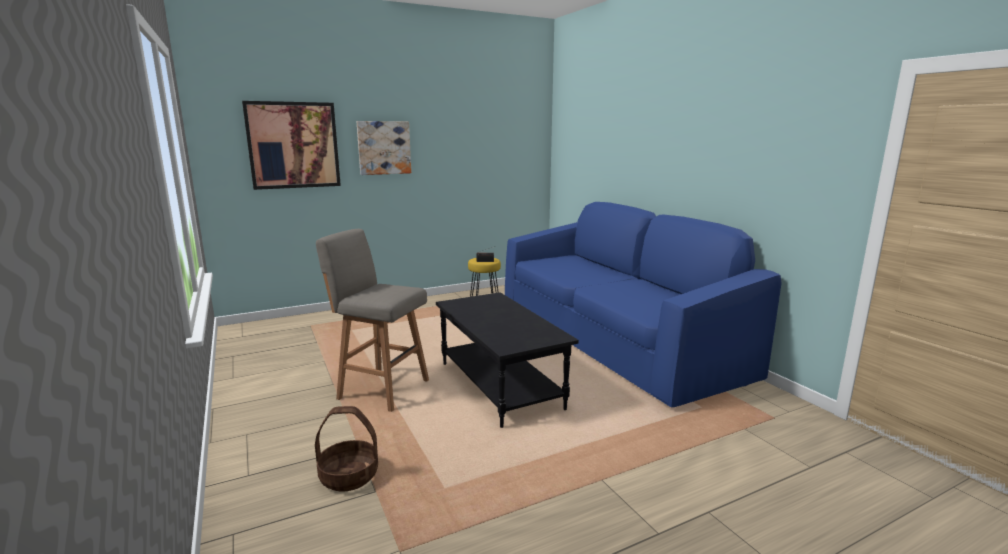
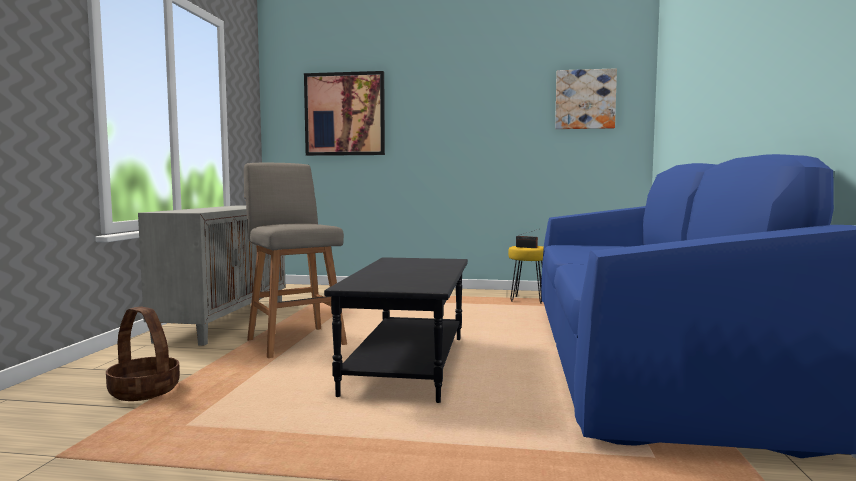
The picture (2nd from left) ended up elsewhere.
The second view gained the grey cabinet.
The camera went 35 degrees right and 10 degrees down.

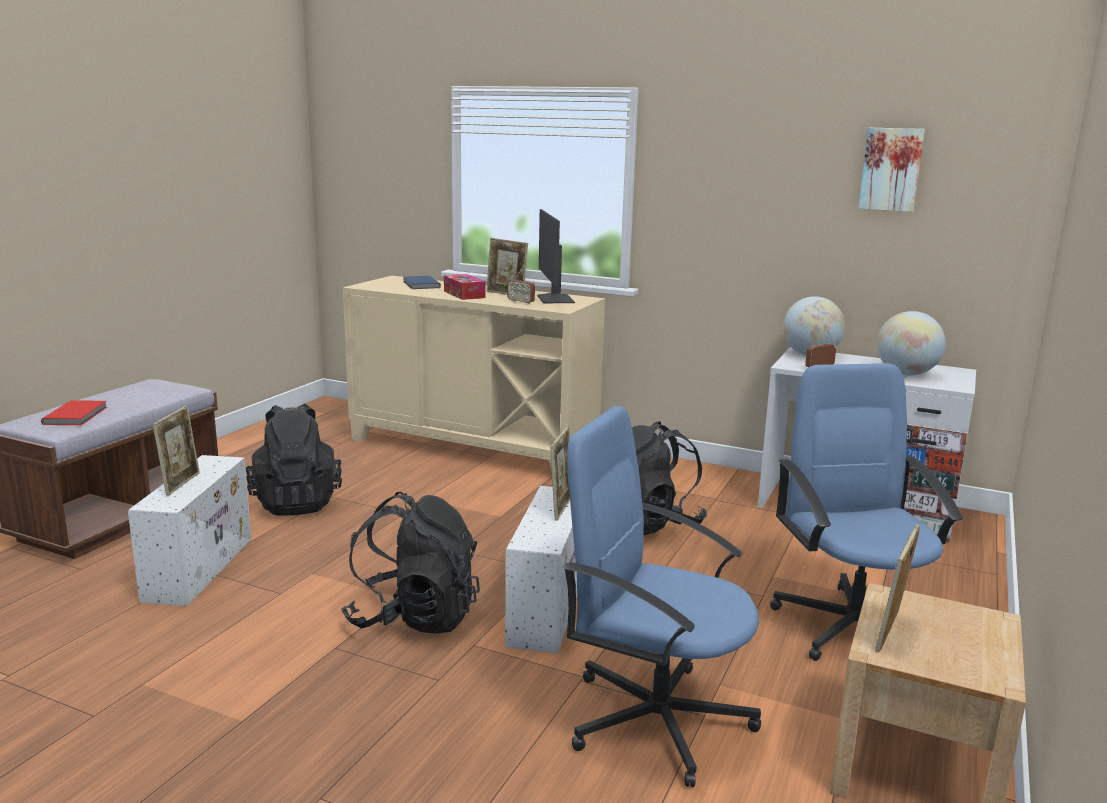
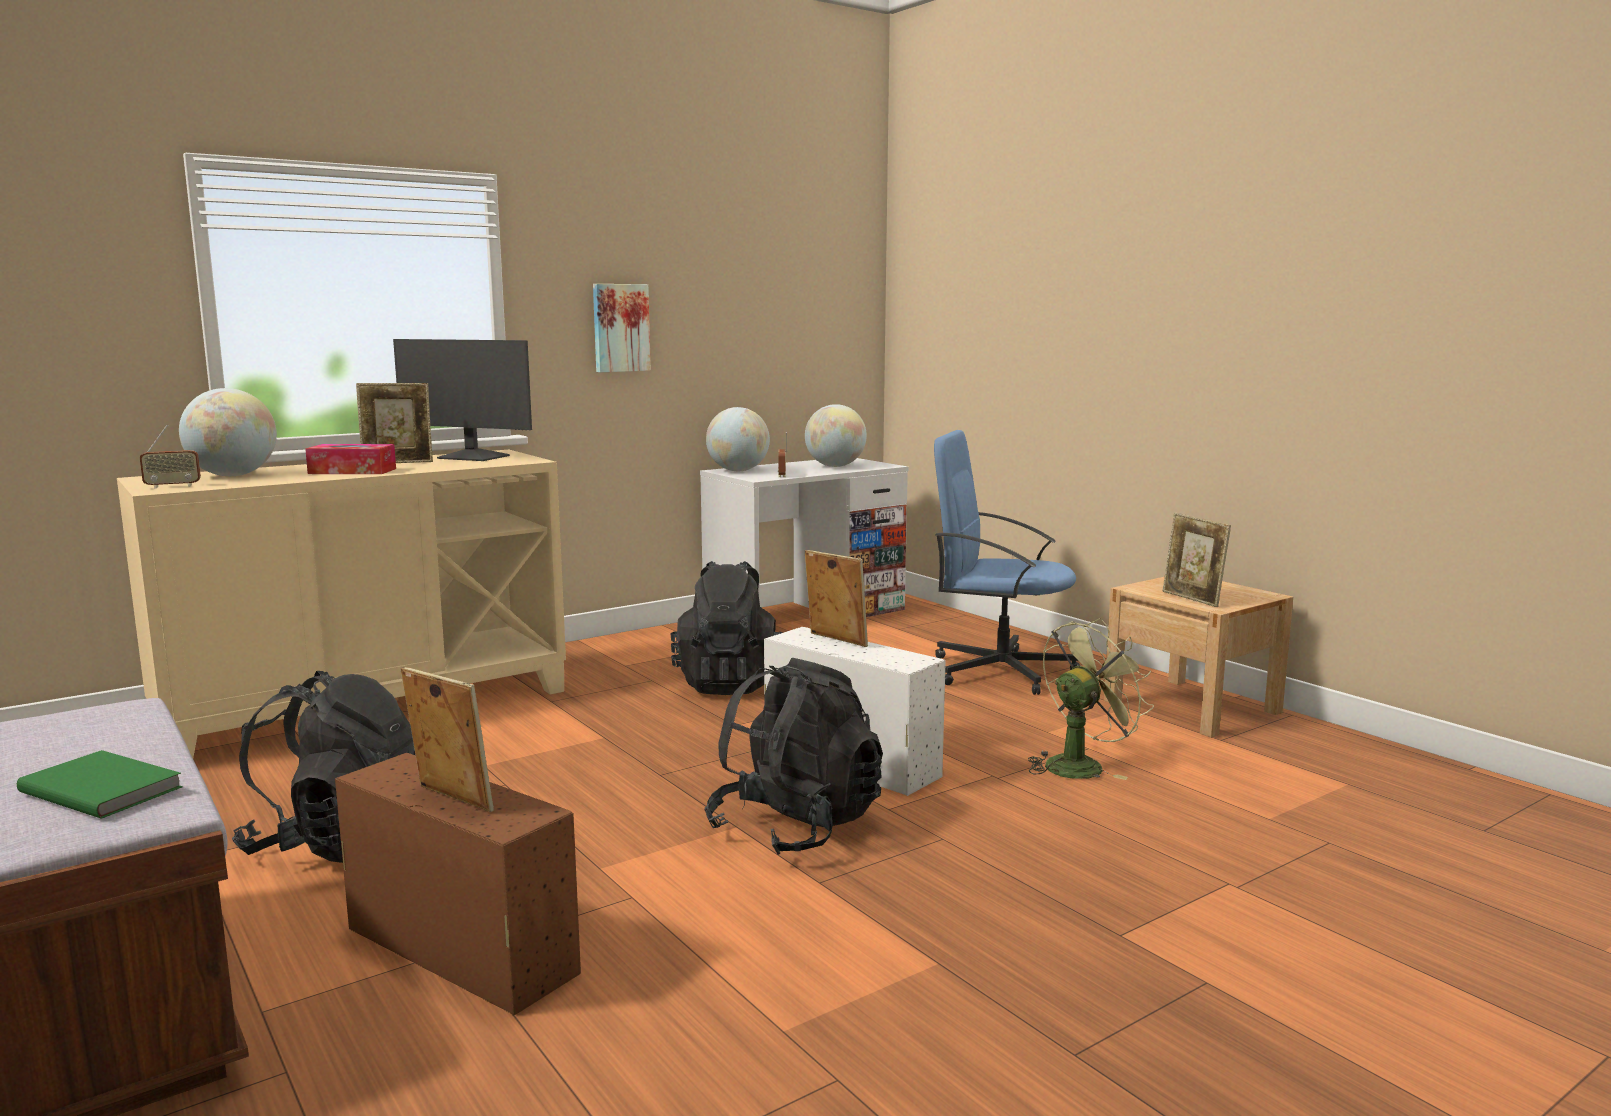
The picture ended up elsewhere.
The radio (1st from left) ended up elsewhere.
Where the blue book stood, the globe (1st from left) came to stand.
What was the red book turned into the green book.
Where the blue office chair (1st from left) stood, the green fan came to stand.
What was the white storage box (1st from left) turned into the brown storage box.
The camera went 60 degrees left and 5 degrees down.

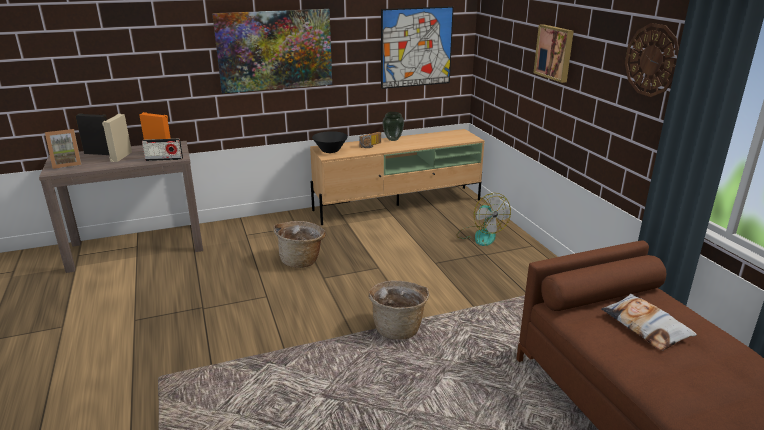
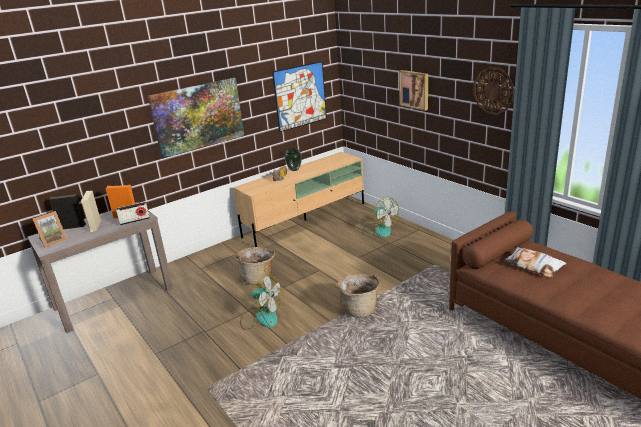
The second view lost the black bowl.
The second view gained the fan (1st from left).
The camera went 15 degrees left and 0 degrees up.

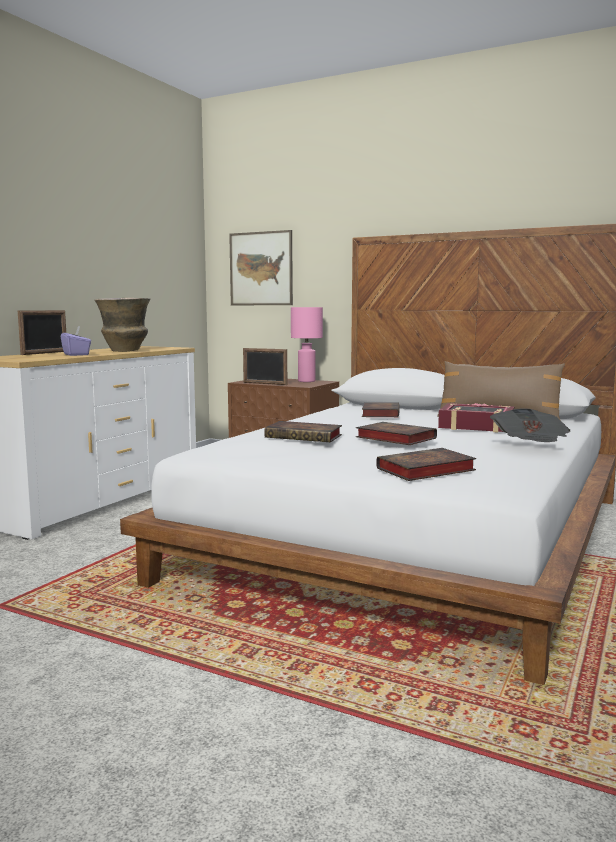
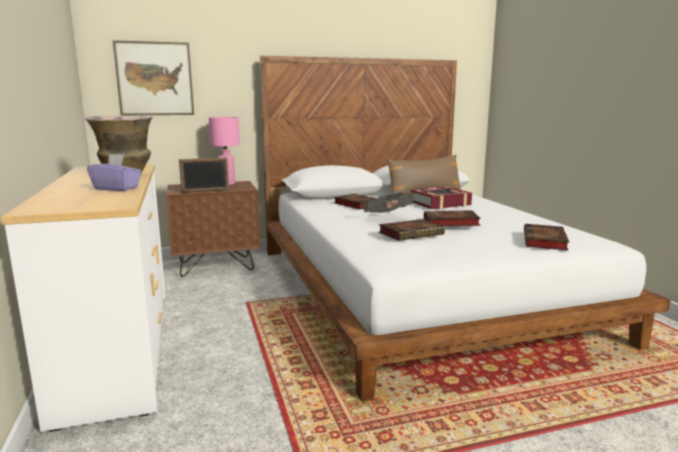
The second view lost the picture frame (1st from left).
The newspaper ended up elsewhere.
The camera went 45 degrees left and 5 degrees up.

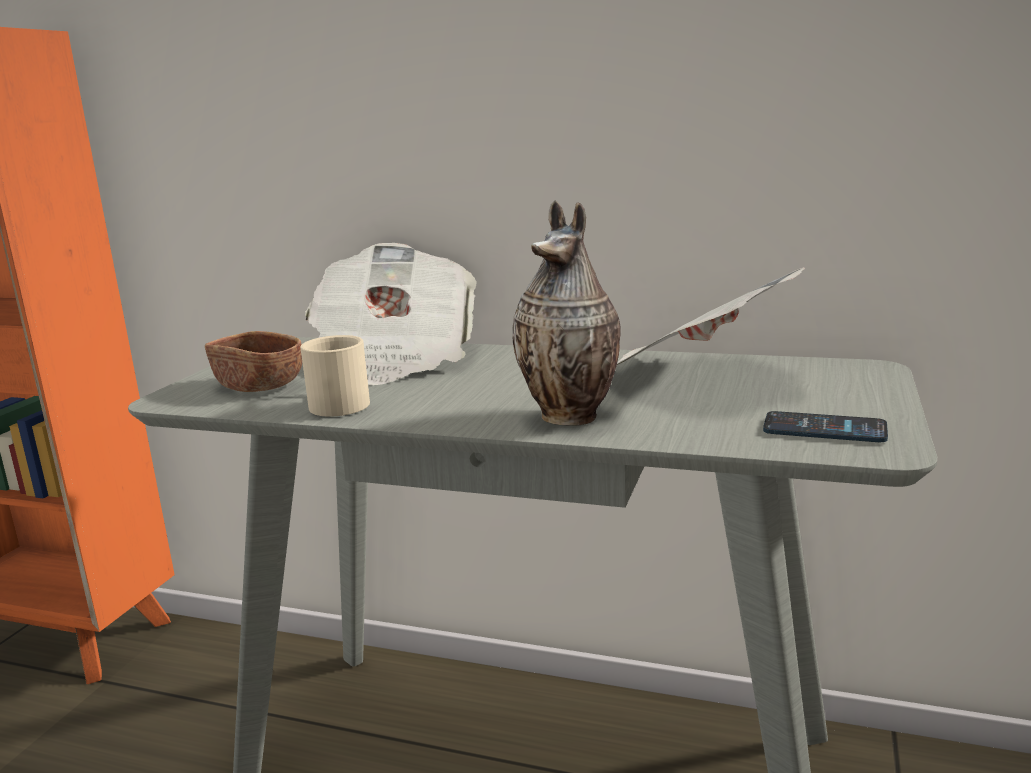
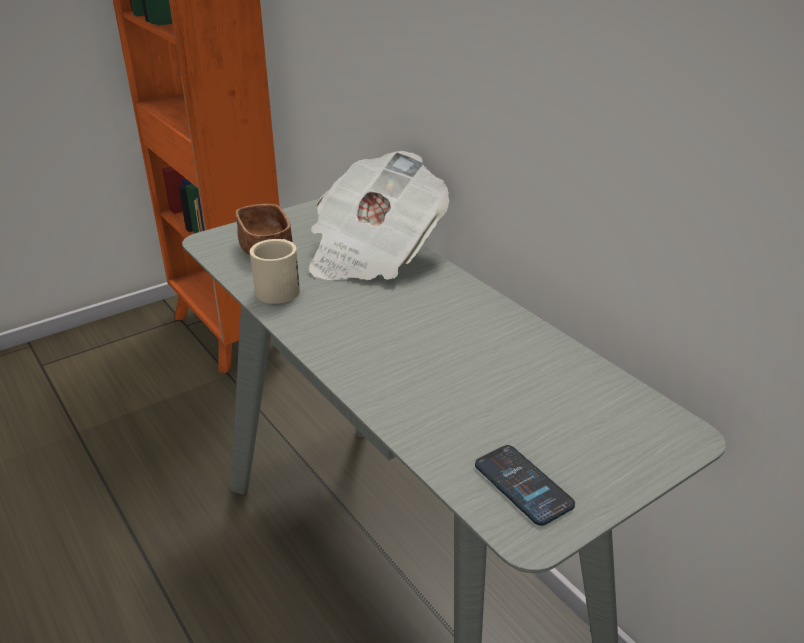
The second view lost the vase.
The second view lost the newspaper (2nd from left).
The camera went 35 degrees right and 15 degrees up.

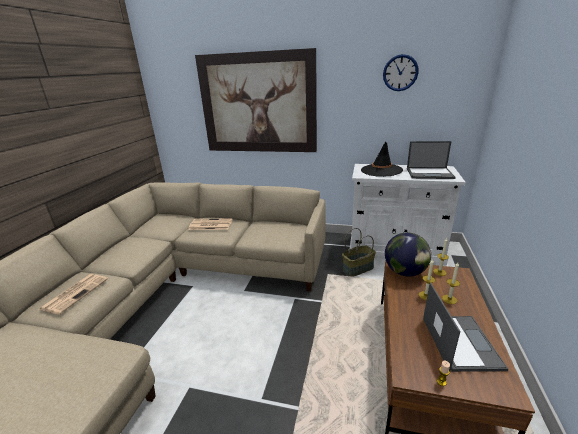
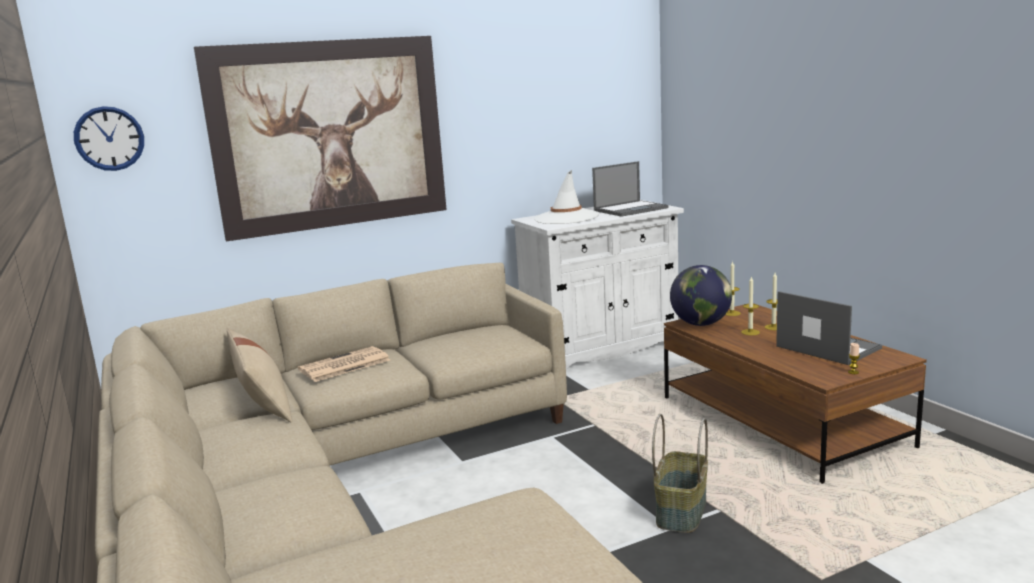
The wall clock ended up elsewhere.
What was the black hat turned into the white hat.
The basket ended up elsewhere.
The second view lost the newspaper (1st from left).
The second view gained the beige pillow.
The camera went 40 degrees left and 10 degrees down.

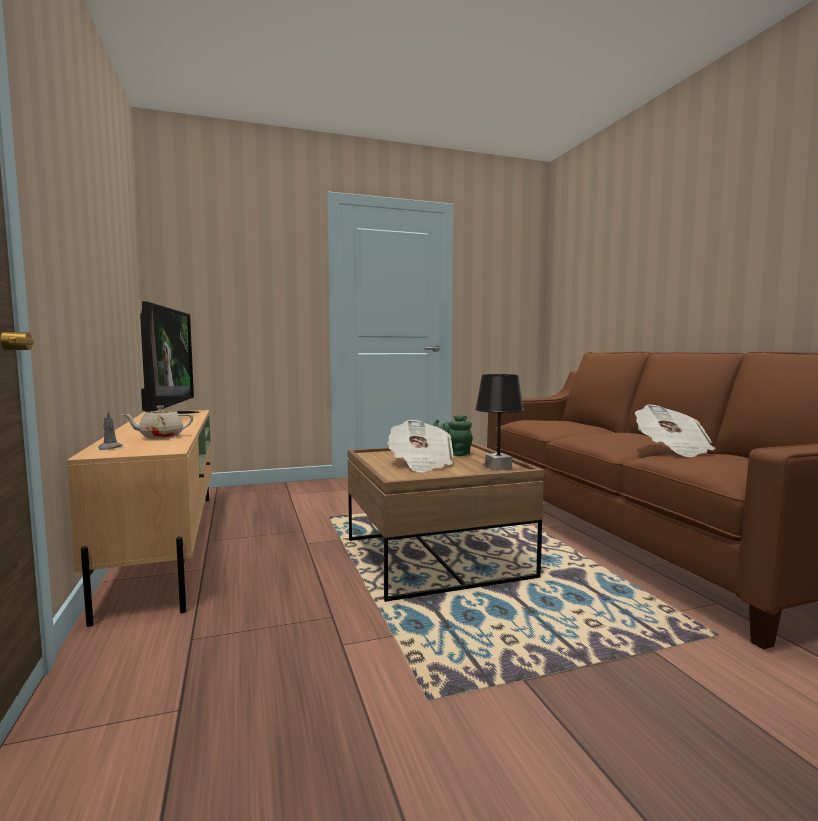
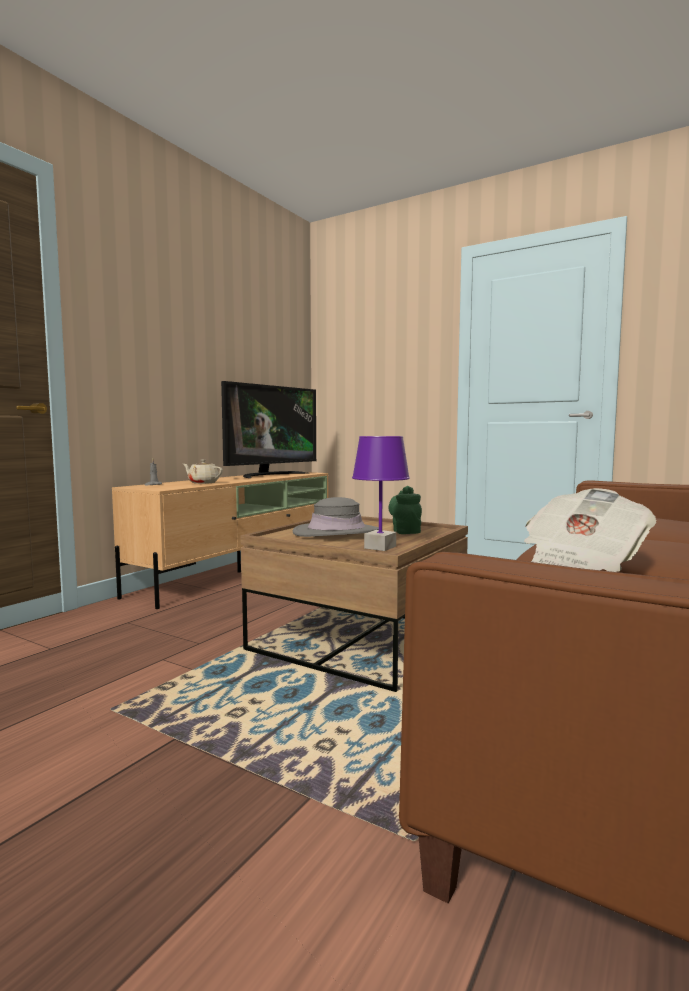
What was the black table lamp turned into the purple table lamp.
Where the newspaper (1st from left) stood, the grey hat came to stand.
The camera went 50 degrees right and 0 degrees up.

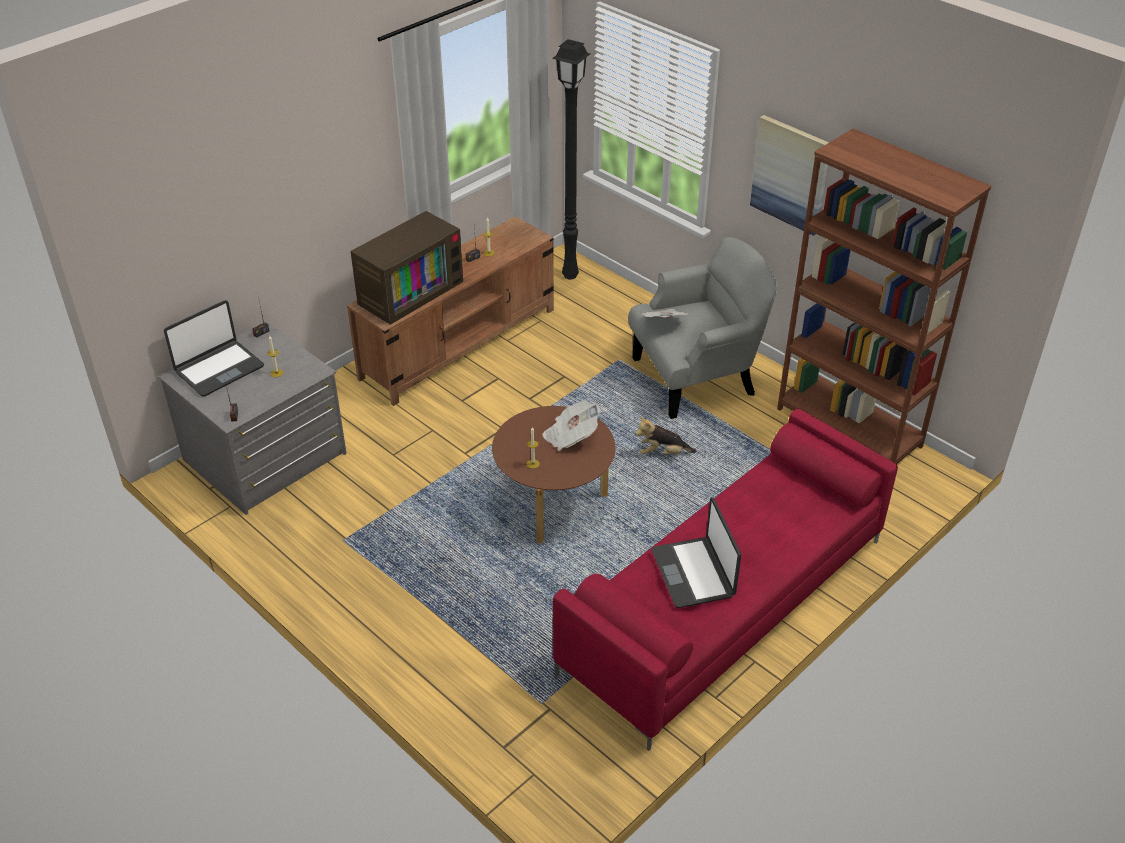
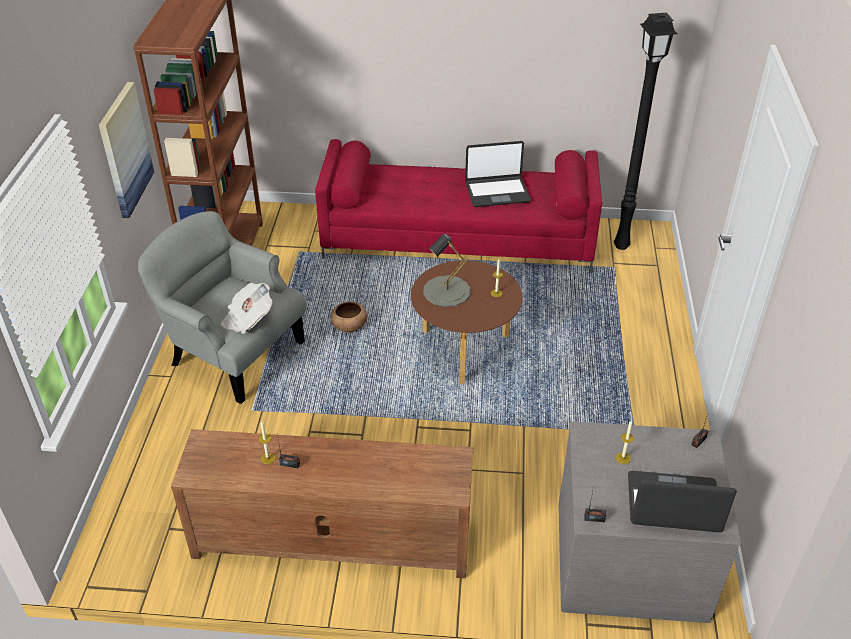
The black floor lamp ended up elsewhere.
The second view lost the television.
Where the newspaper (1st from left) stood, the grey table lamp came to stand.
Where the plush toy stood, the brown bowl came to stand.
The laptop (2nd from left in the first image) ended up facing another way, 45 degrees clockwise from before.
The camera went 130 degrees left and 0 degrees up.

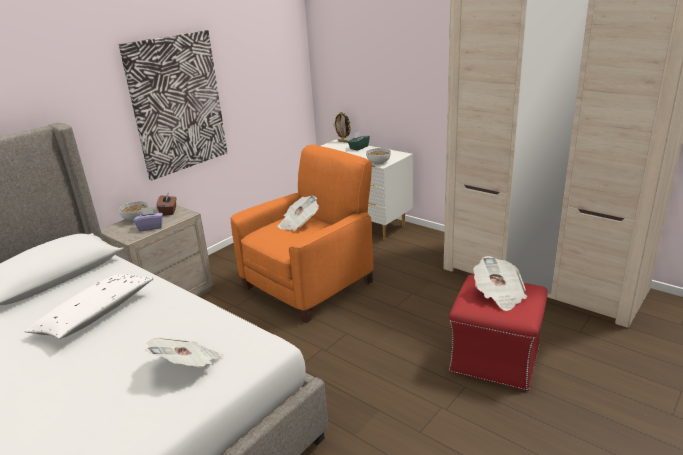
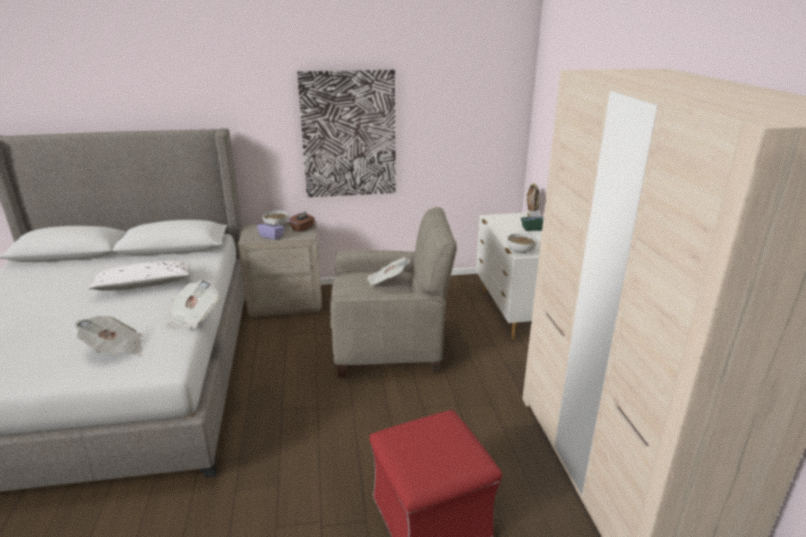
What was the orange armchair turned into the beige armchair.
The newspaper (3rd from left in the first image) ended up elsewhere.
The camera went 40 degrees right and 0 degrees up.

